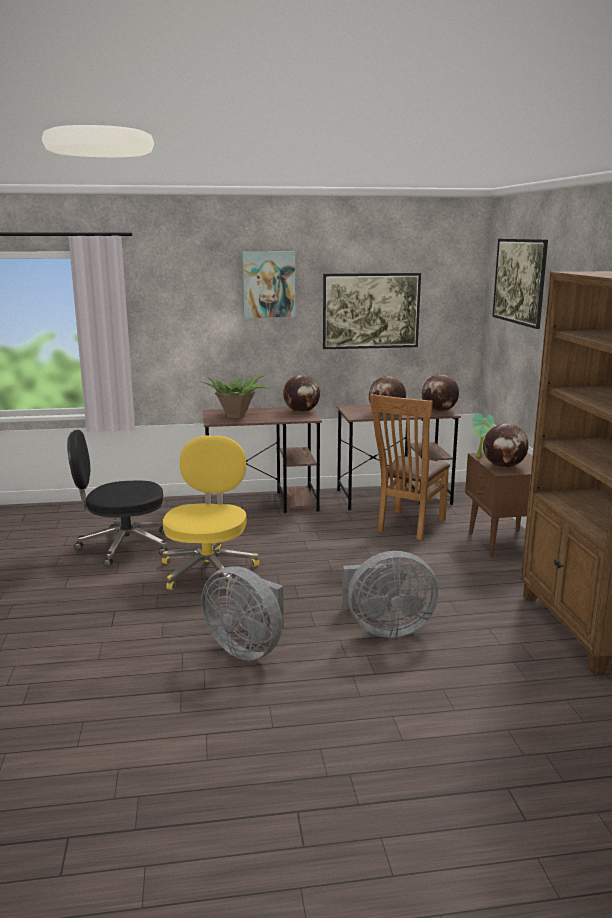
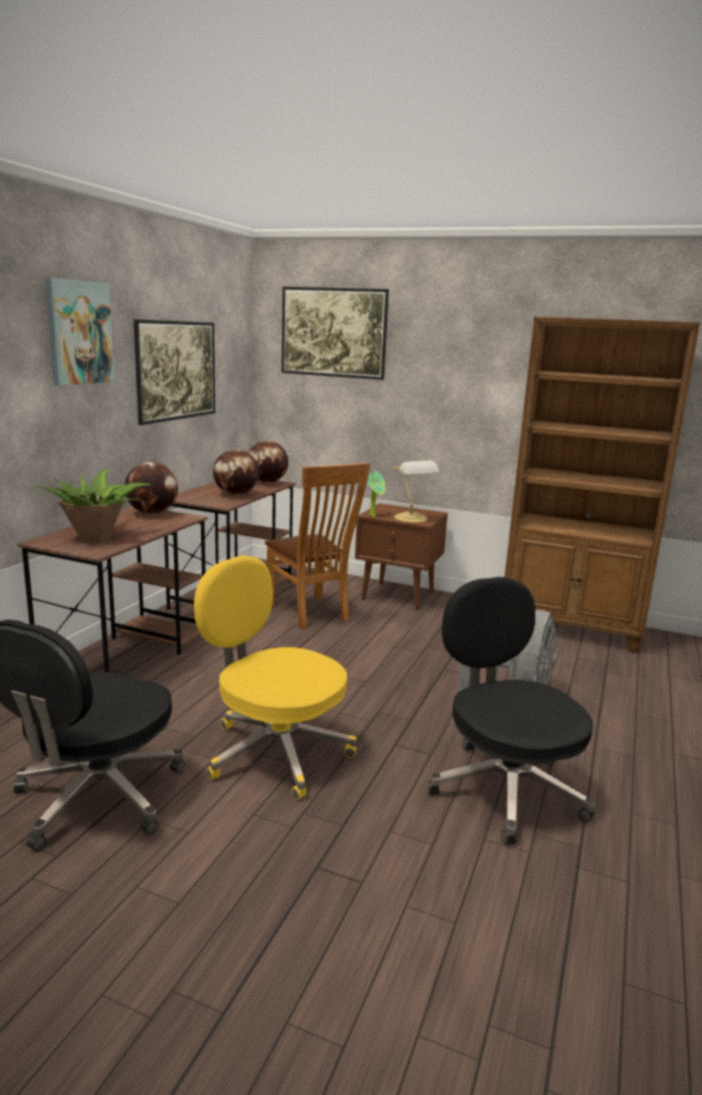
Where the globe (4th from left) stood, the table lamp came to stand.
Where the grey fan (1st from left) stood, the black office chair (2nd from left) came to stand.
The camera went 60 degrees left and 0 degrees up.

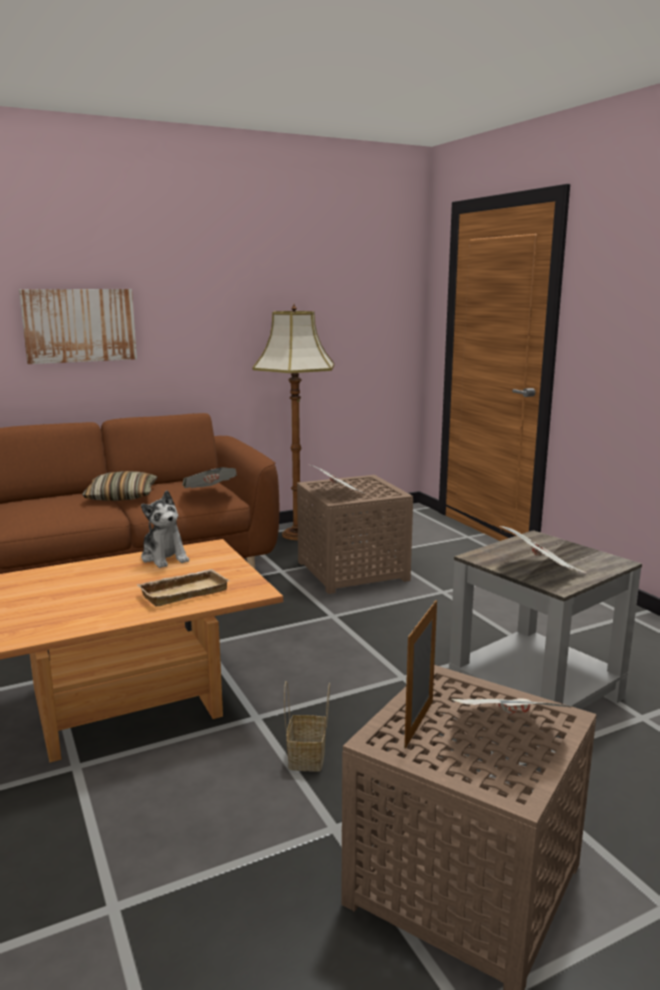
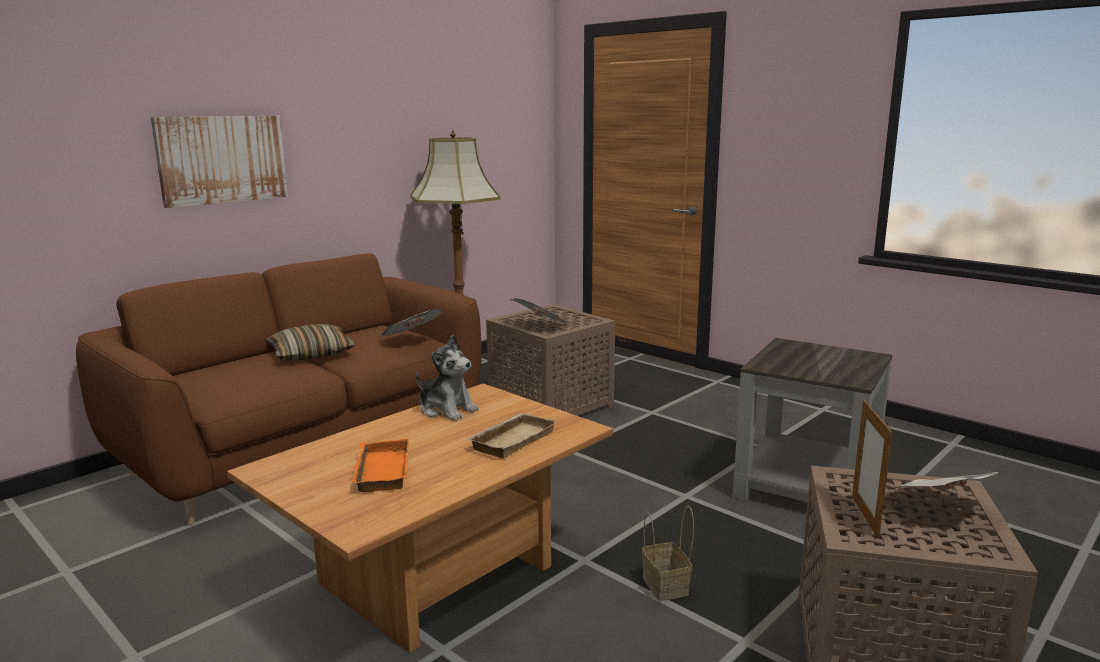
The second view lost the newspaper (4th from left).
The second view gained the orange tray.
The camera went 20 degrees left and 0 degrees up.

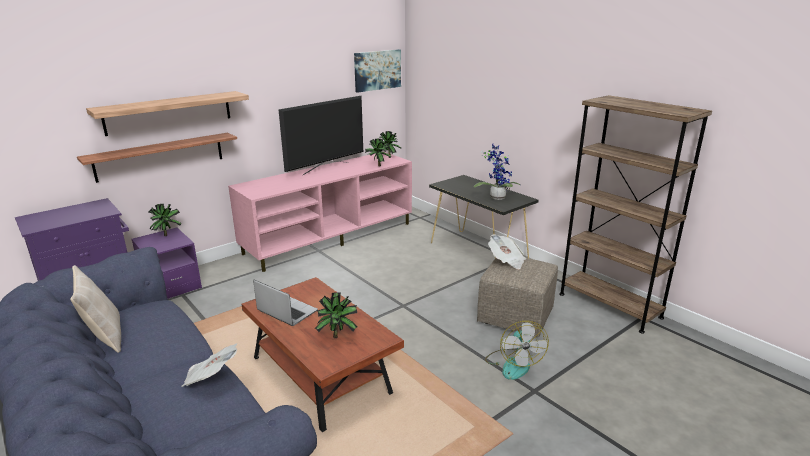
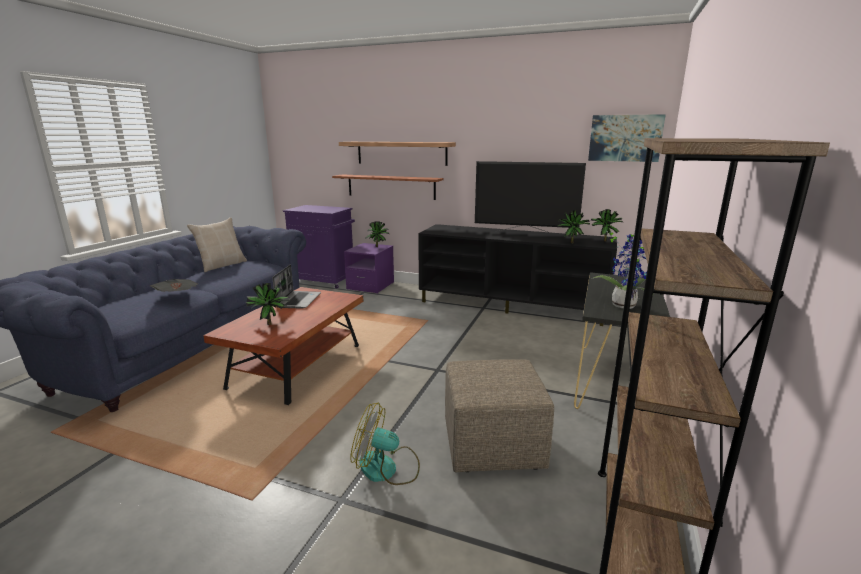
What was the pink tv stand turned into the black tv stand.
The second view lost the newspaper (2nd from left).
The fan ended up facing another way, 45 degrees clockwise from before.
The camera went 60 degrees right and 5 degrees down.

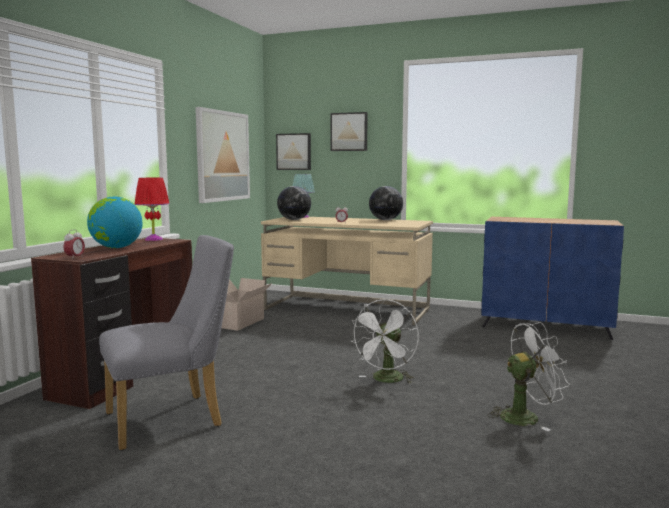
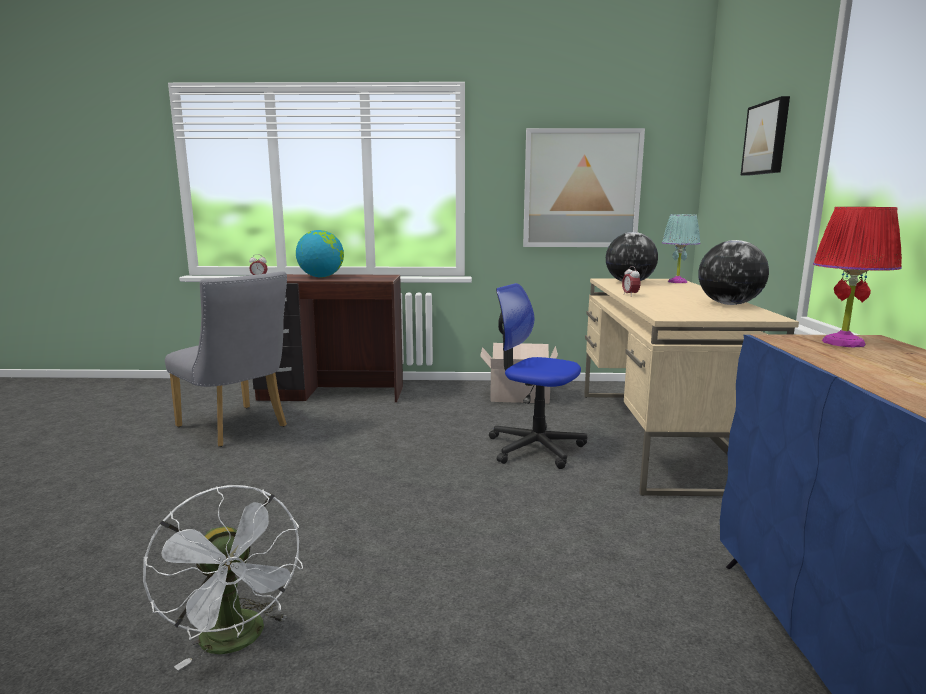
The second view lost the picture (2nd from left).
The red table lamp ended up elsewhere.
The second view lost the white fan (1st from left).
The second view gained the office chair.
The camera went 70 degrees right and 5 degrees up.

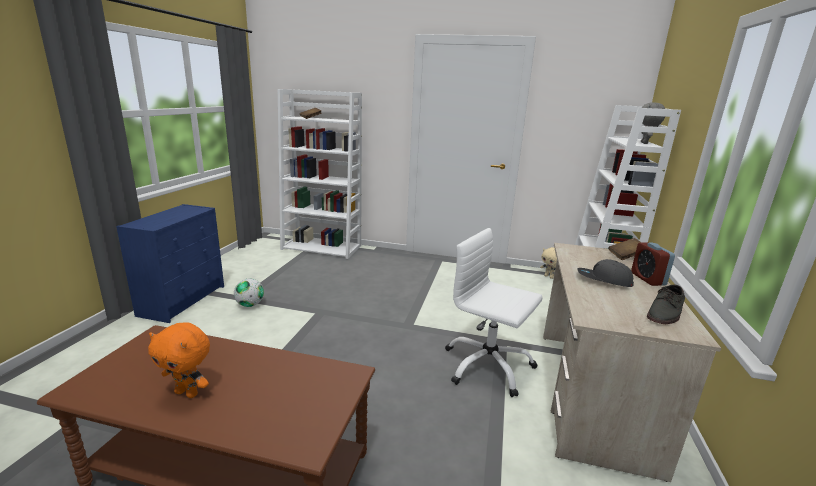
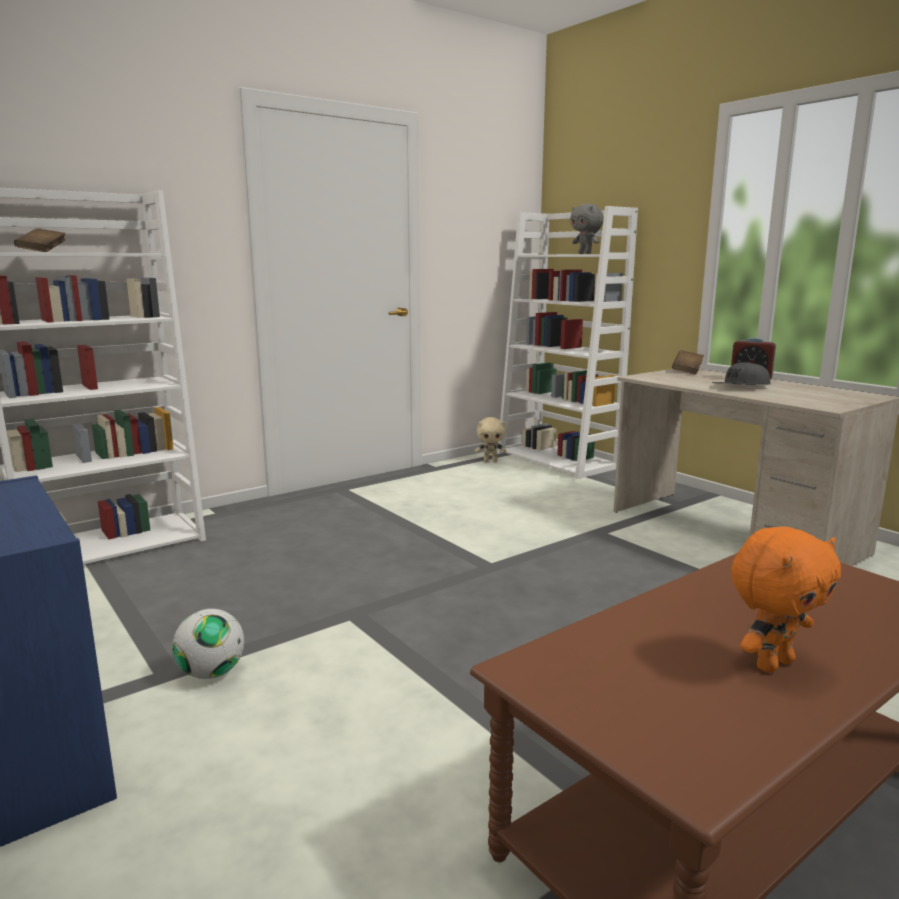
The second view lost the white office chair.
The second view lost the grey shoe.
The camera went 50 degrees left and 5 degrees down.

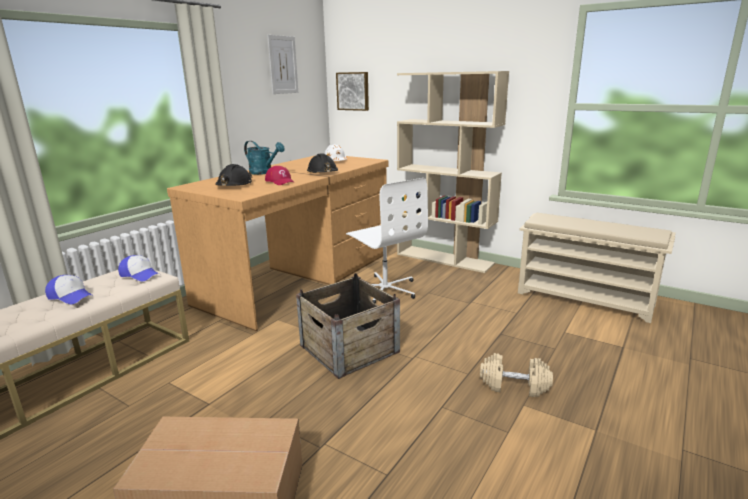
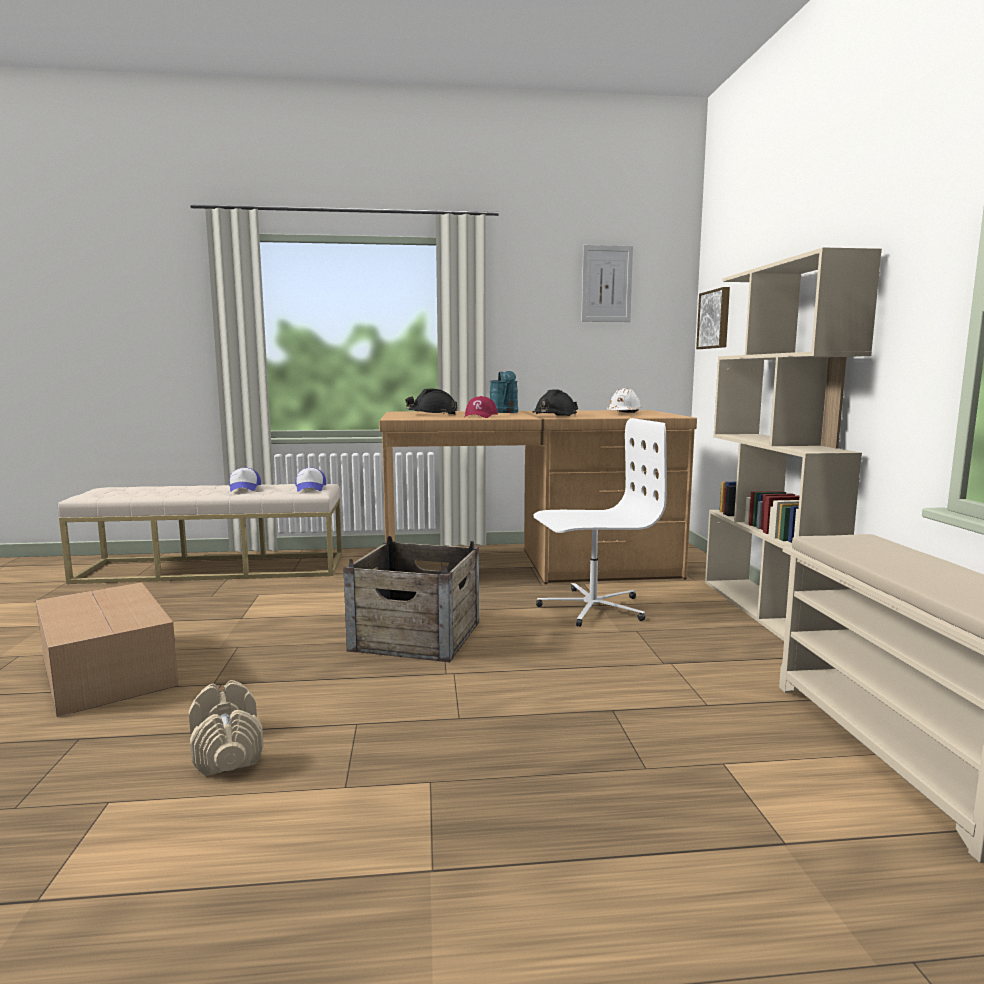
The white office chair ended up facing another way, 120 degrees counterclockwise from before.
The beige dumbbell ended up elsewhere.
The camera went 50 degrees right and 10 degrees down.

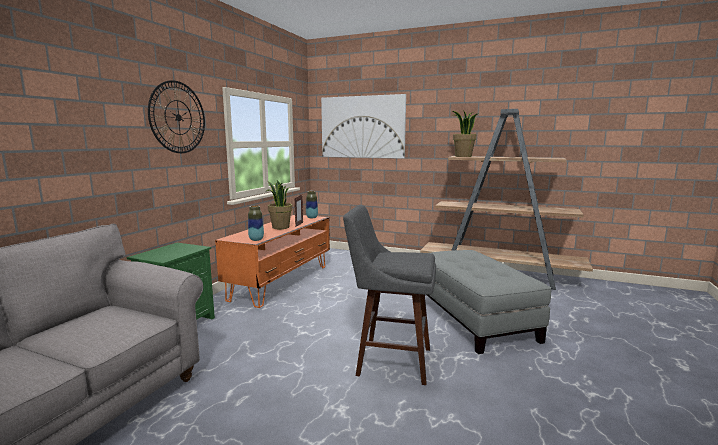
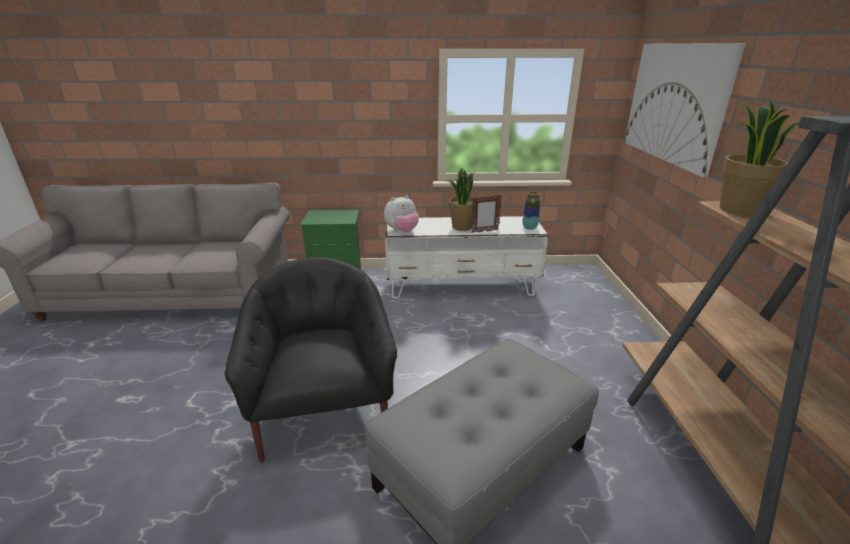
The second view lost the wall clock.
Where the vase (1st from left) stood, the plush toy came to stand.
Where the grey stool stood, the black armchair came to stand.
What was the orange tv stand turned into the white tv stand.
The camera went 65 degrees right and 15 degrees up.

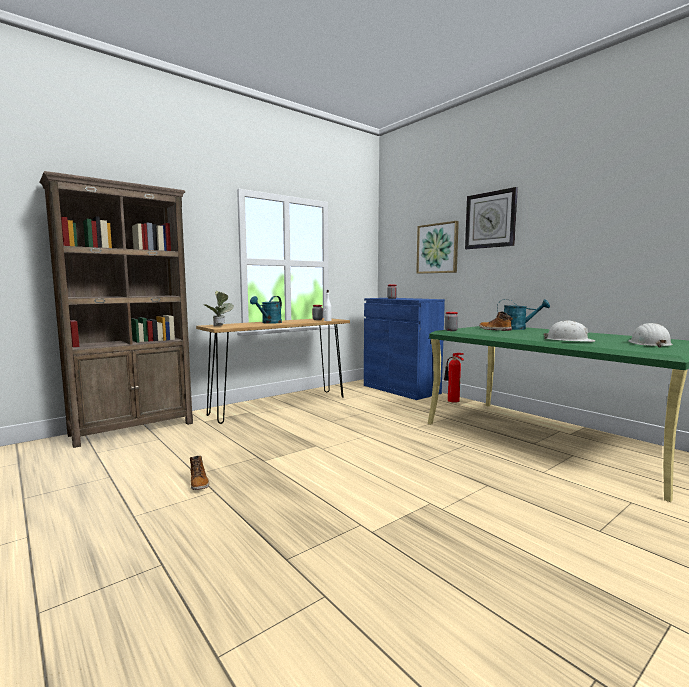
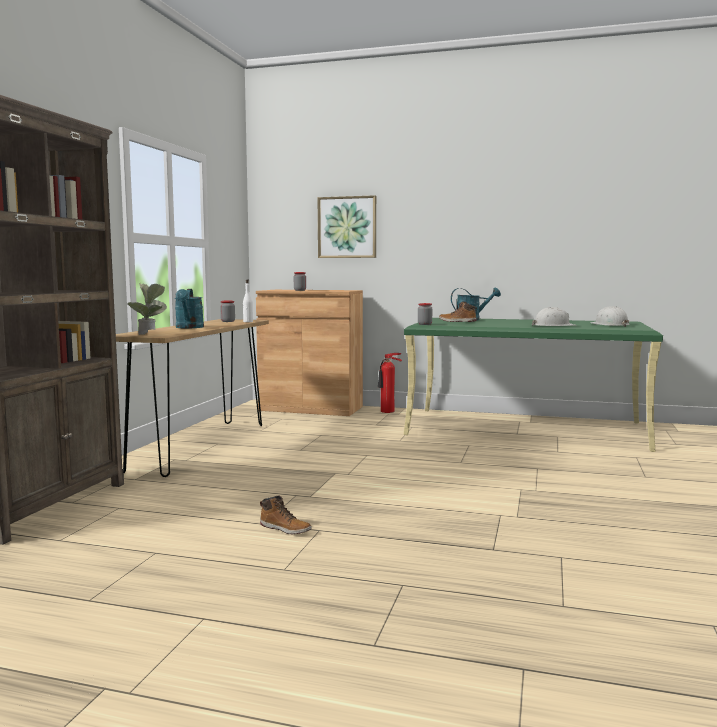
The second view lost the wall clock.
What was the blue cabinet turned into the brown cabinet.
The camera went 35 degrees left and 0 degrees up.

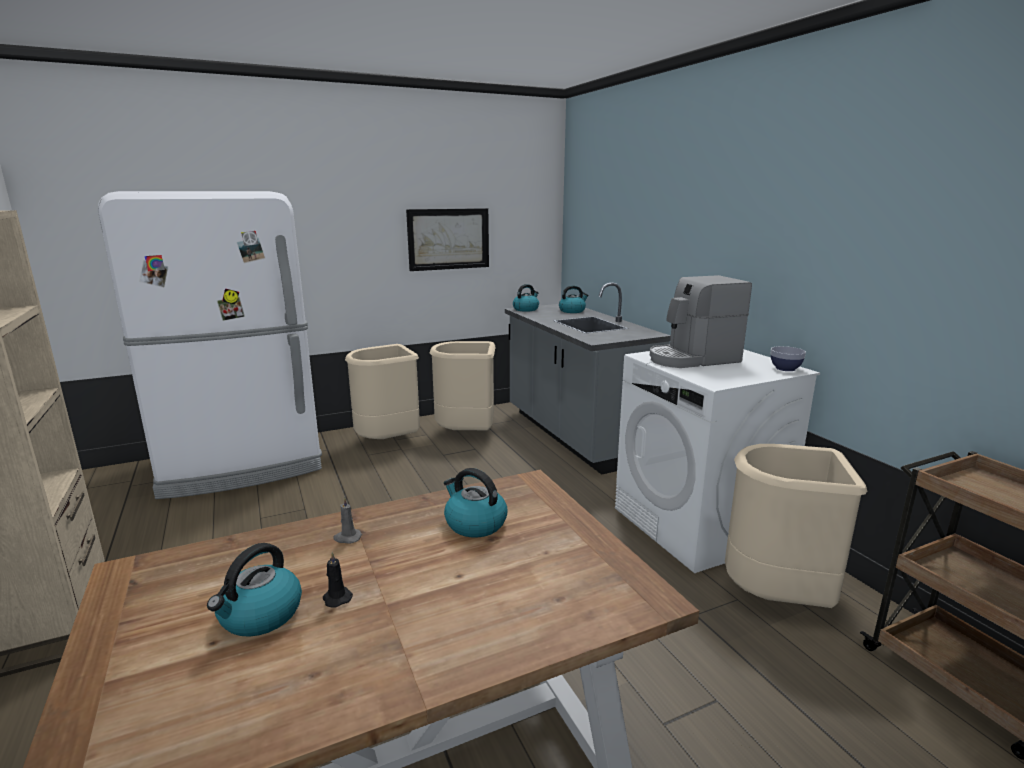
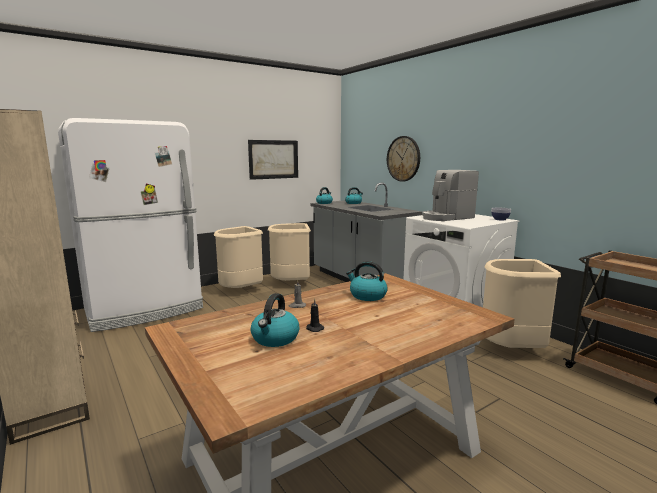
The second view gained the wall clock.
The camera went 10 degrees left and 5 degrees down.

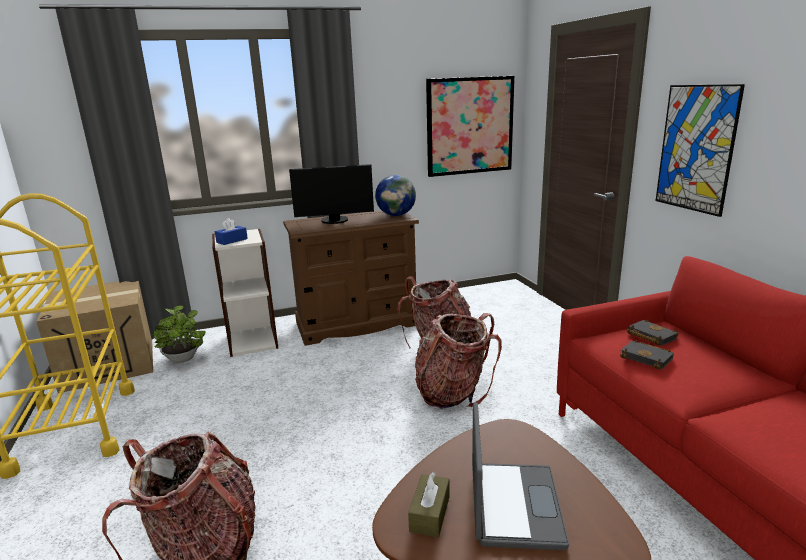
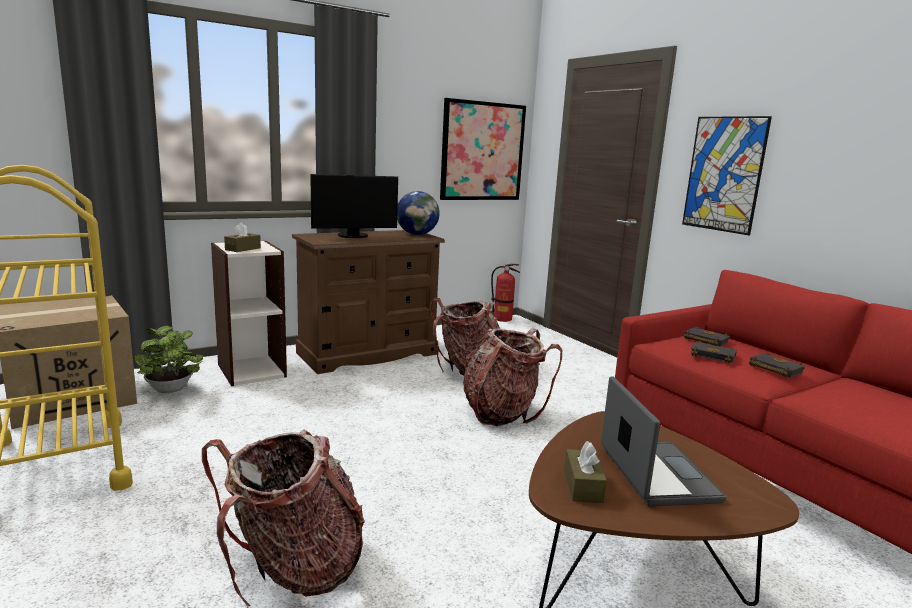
What was the blue tissue box turned into the brown tissue box (1st from left).
The second view gained the fire extinguisher.
The second view gained the black book (3rd from left).
The camera went 15 degrees left and 5 degrees down.

